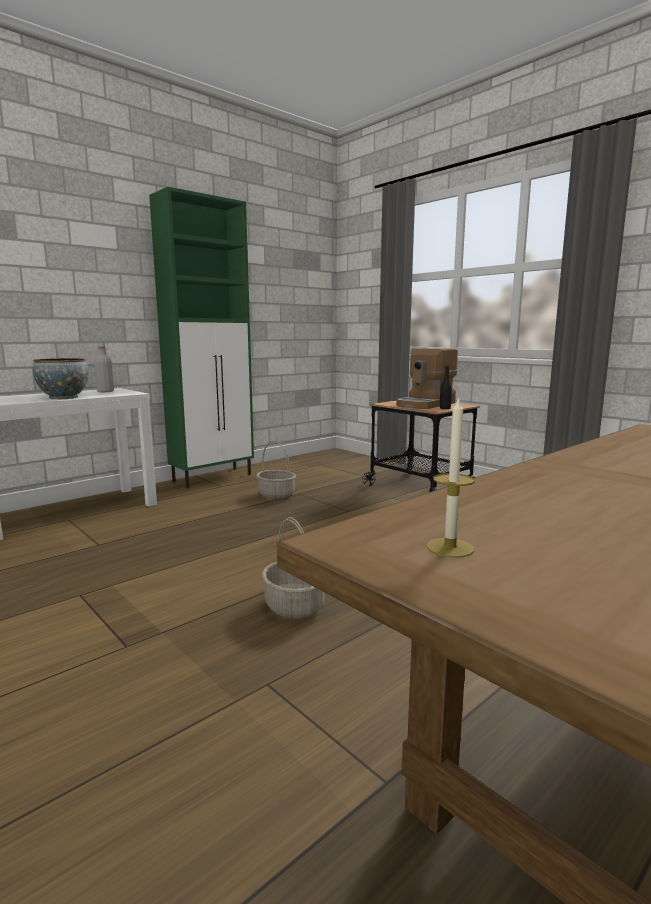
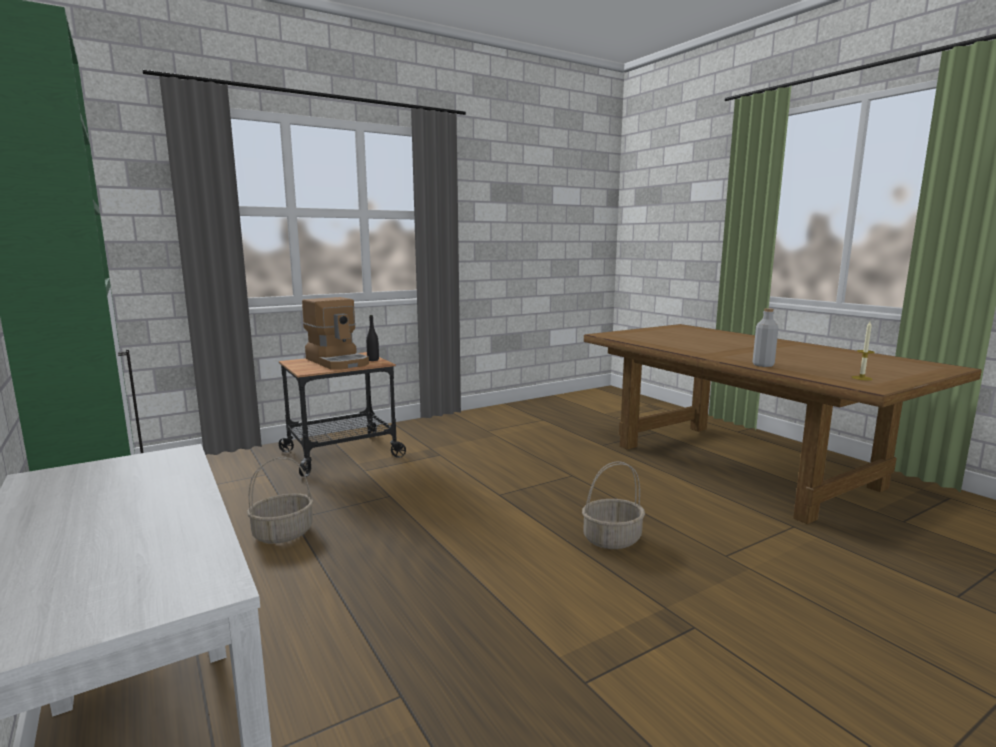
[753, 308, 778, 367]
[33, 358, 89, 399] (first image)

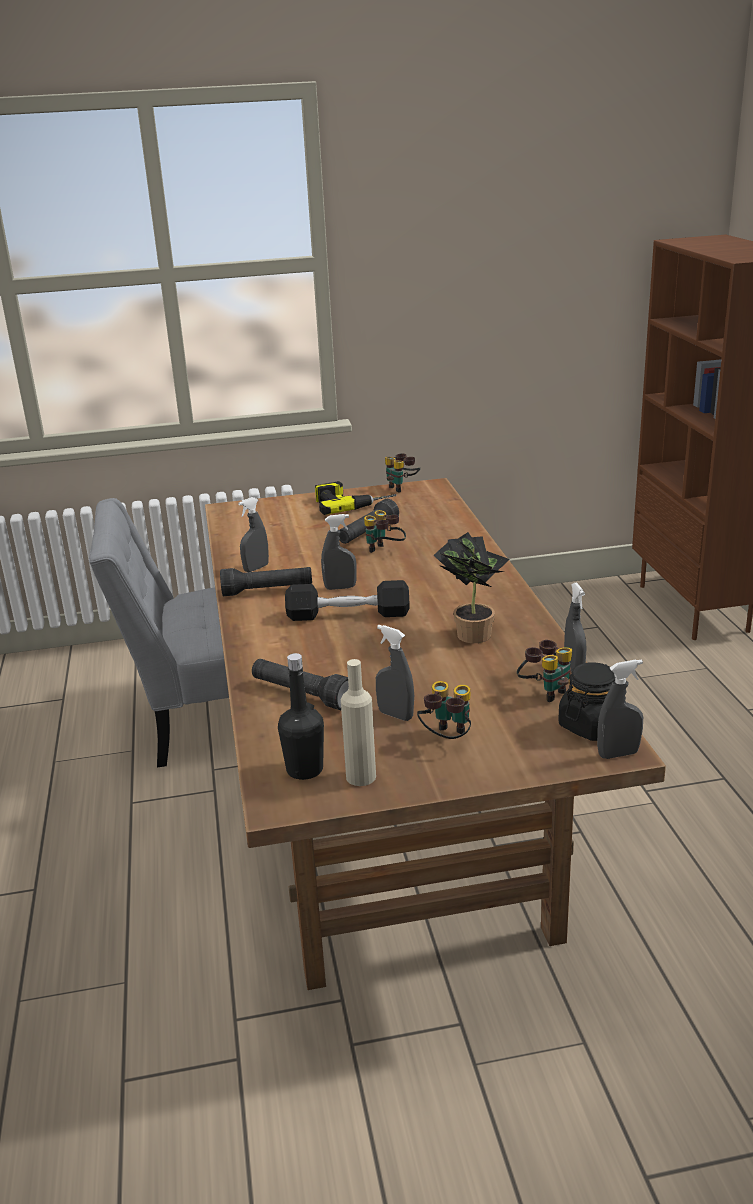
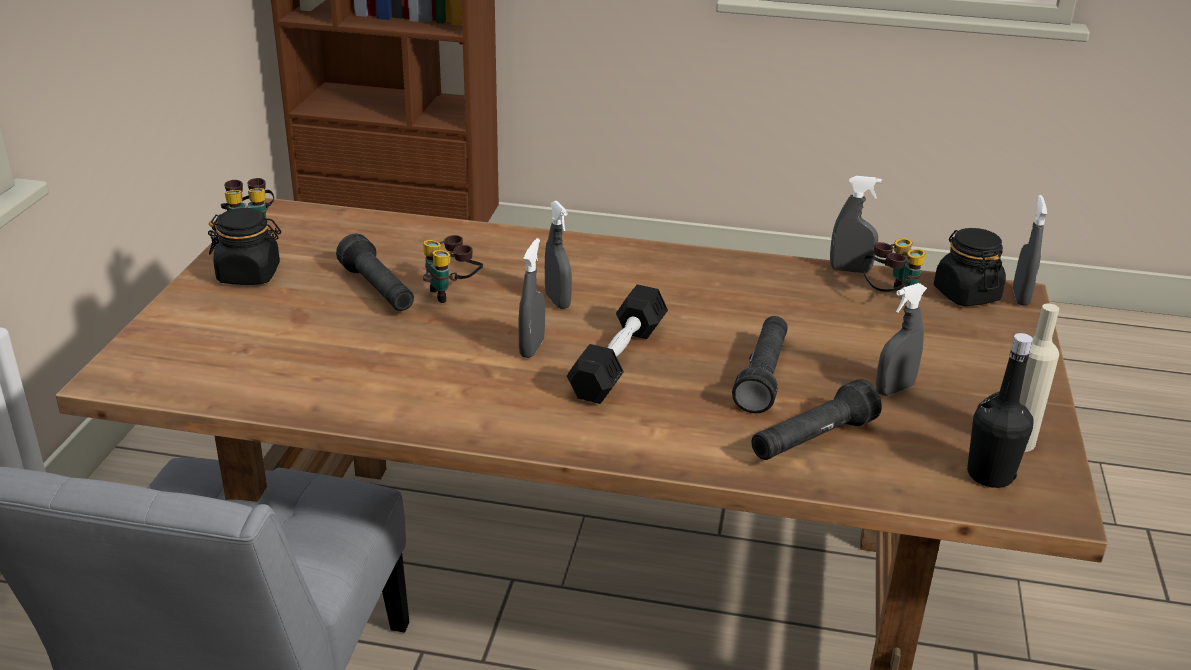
[208, 208, 281, 285]
[545, 201, 572, 309]
[732, 316, 788, 413]
[417, 681, 471, 739] (first image)
[434, 532, 510, 643] (first image)

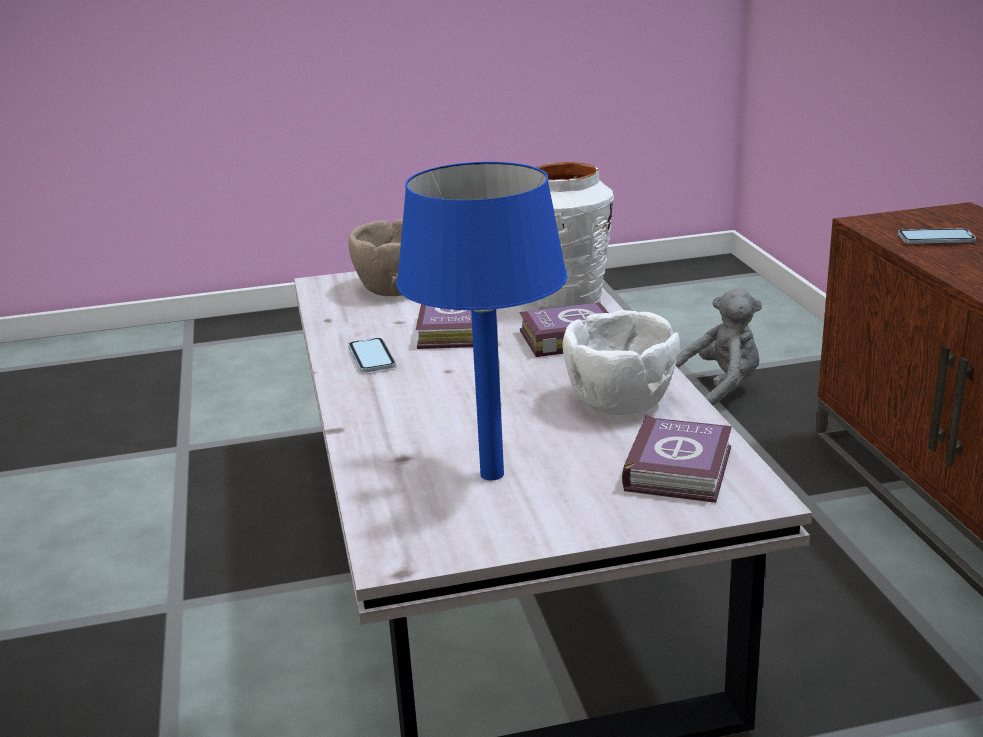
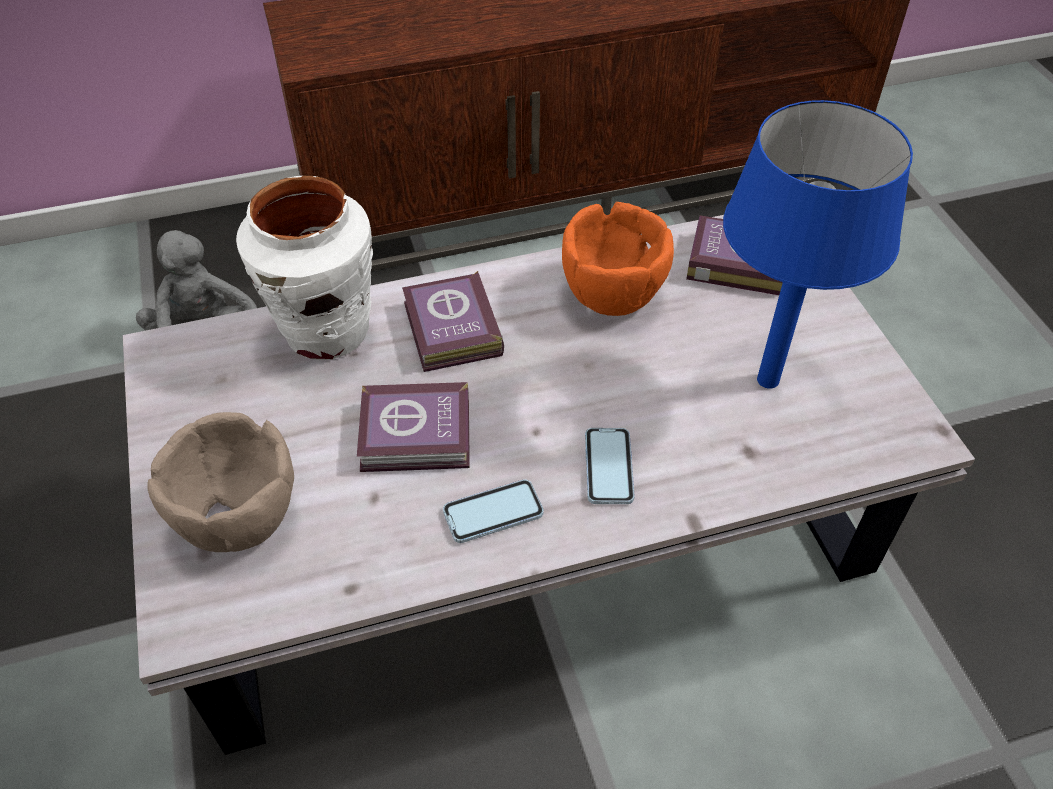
[562, 202, 674, 316]
[585, 428, 635, 504]

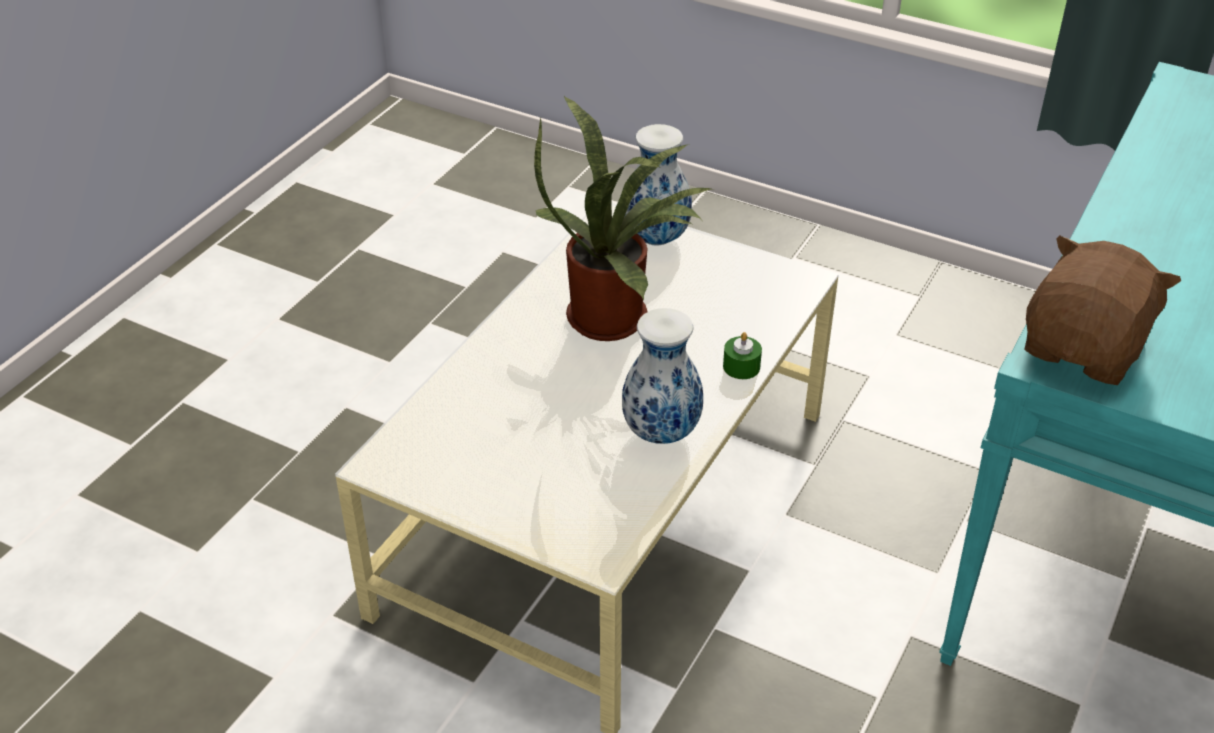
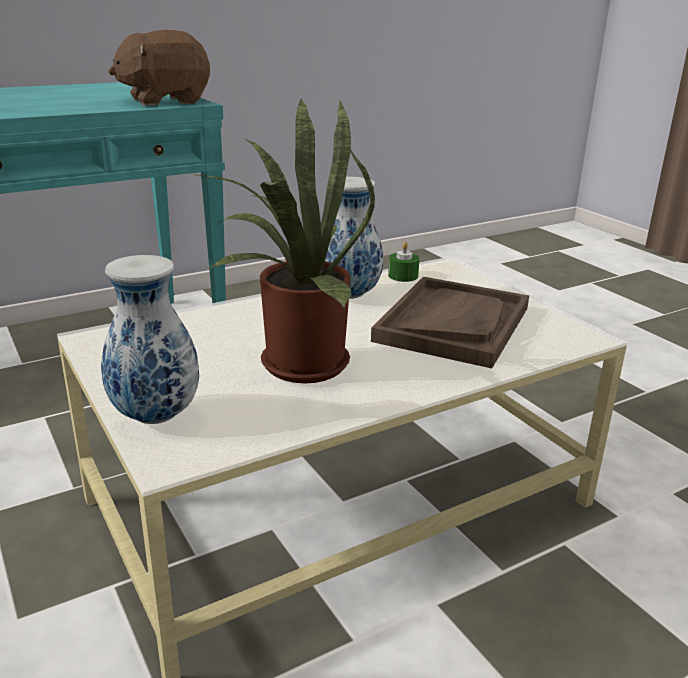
[371, 277, 529, 368]
[388, 242, 420, 282]

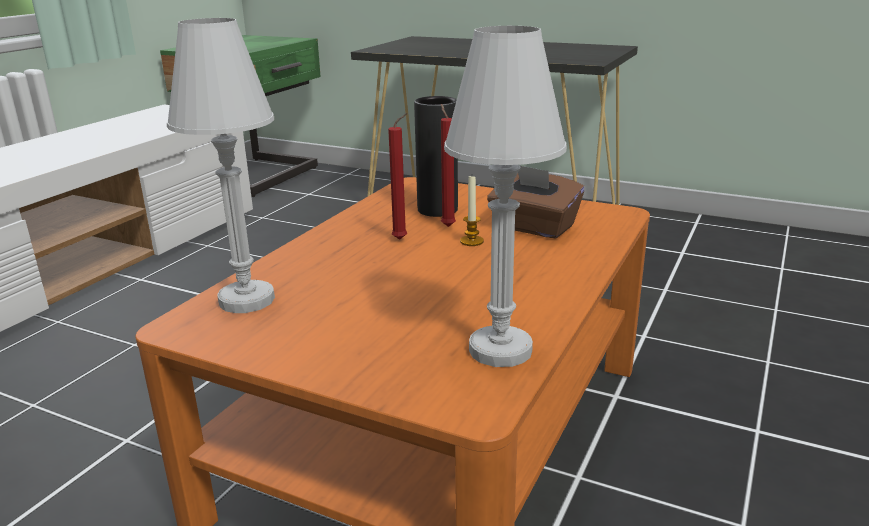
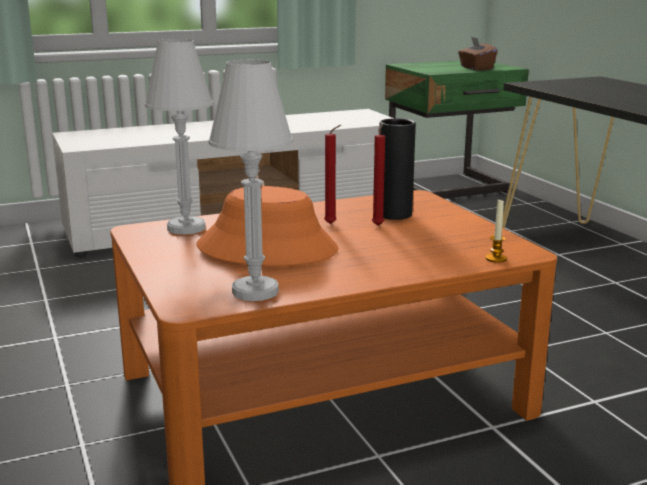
[197, 186, 338, 266]
[458, 37, 497, 70]
[485, 199, 507, 263]

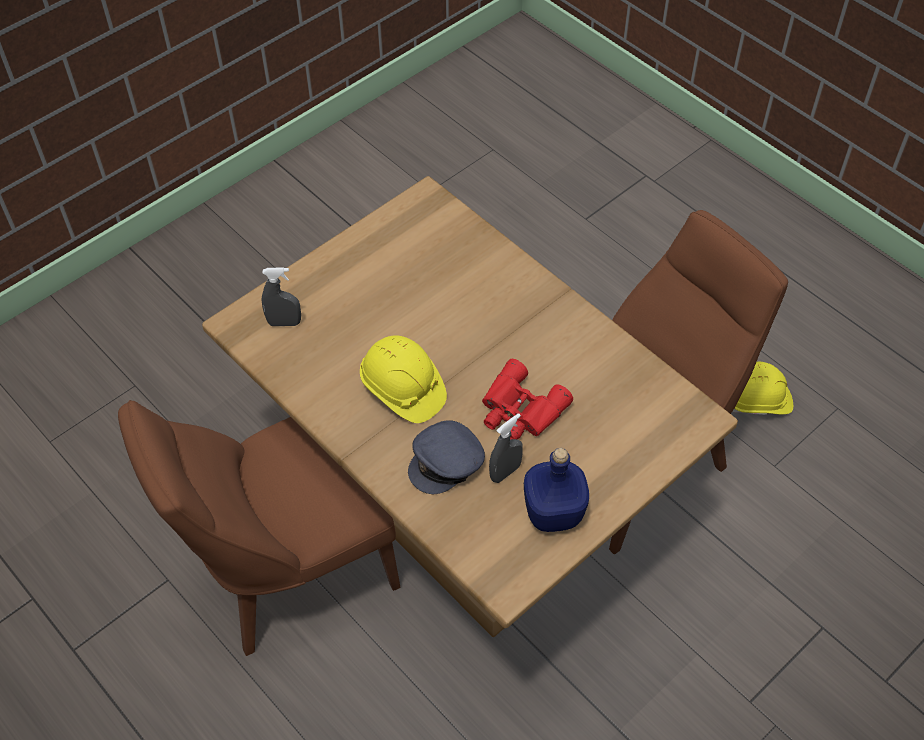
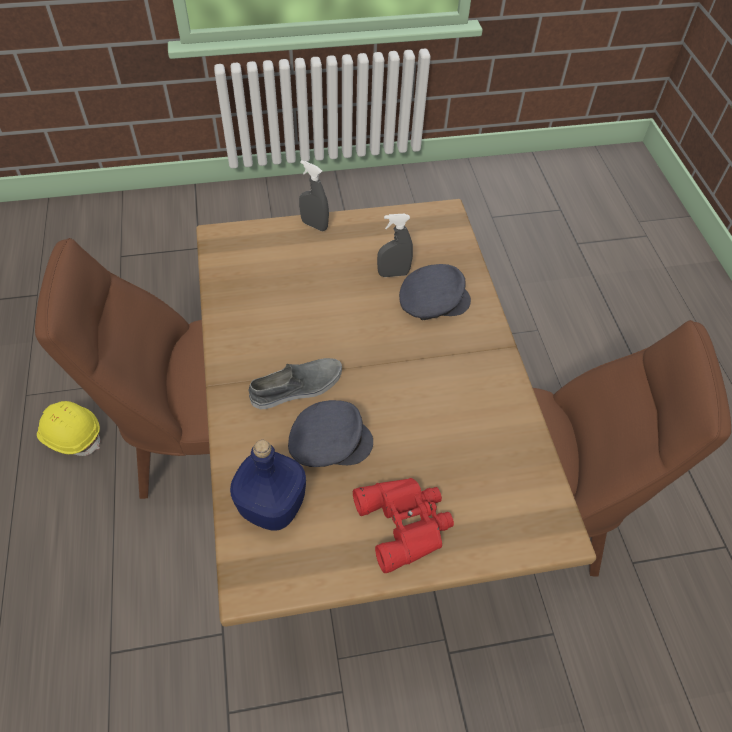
[230, 440, 306, 531]
[248, 358, 342, 410]
[288, 400, 373, 467]
[299, 160, 329, 231]
[353, 478, 454, 573]
[360, 335, 447, 423] (first image)

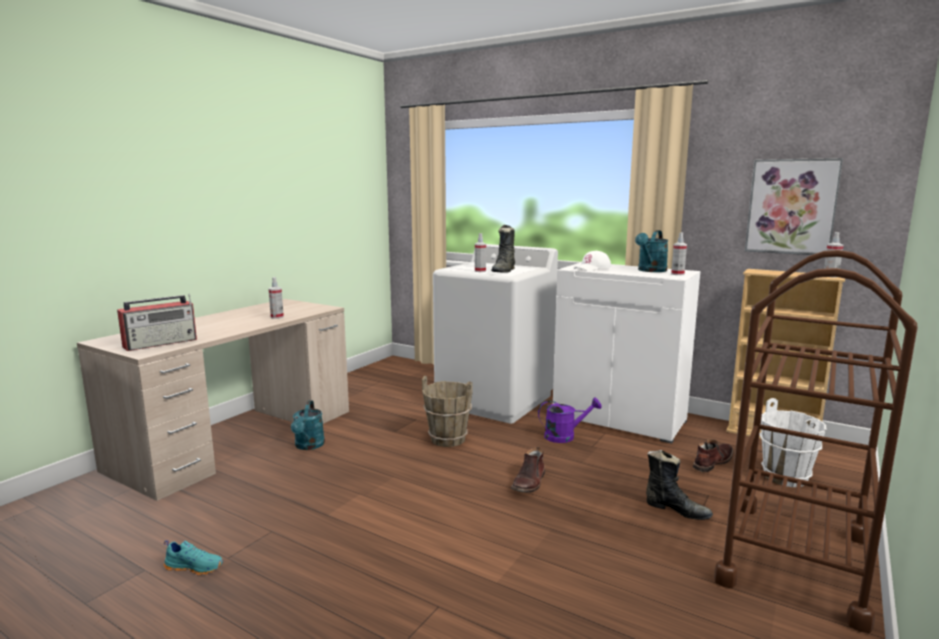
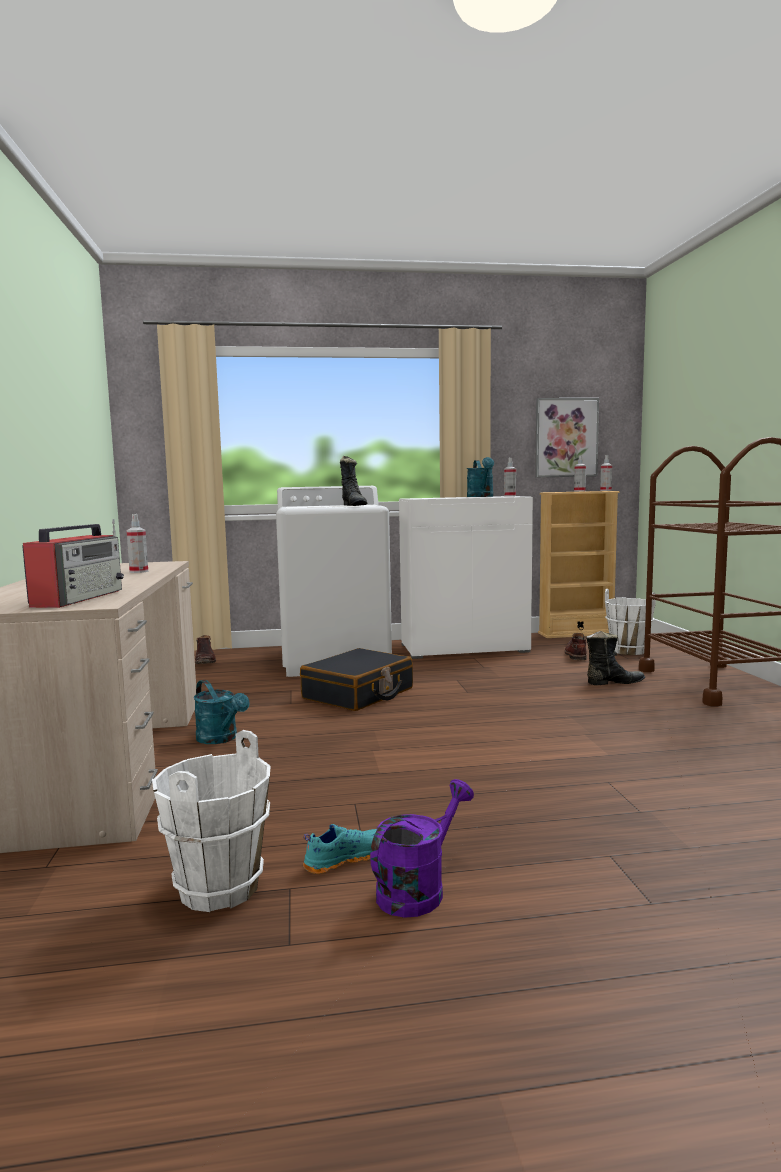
[152, 730, 271, 912]
[195, 635, 216, 664]
[300, 648, 413, 711]
[370, 779, 474, 918]
[574, 455, 586, 492]
[574, 251, 611, 271] (first image)

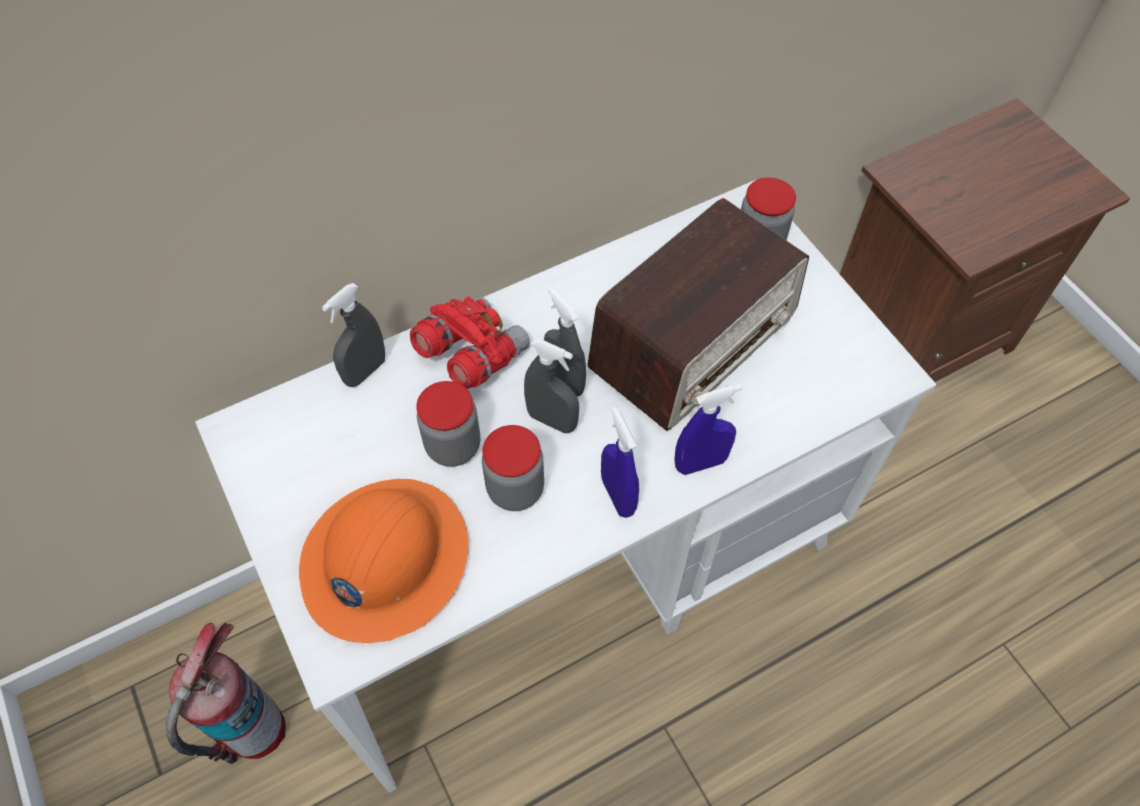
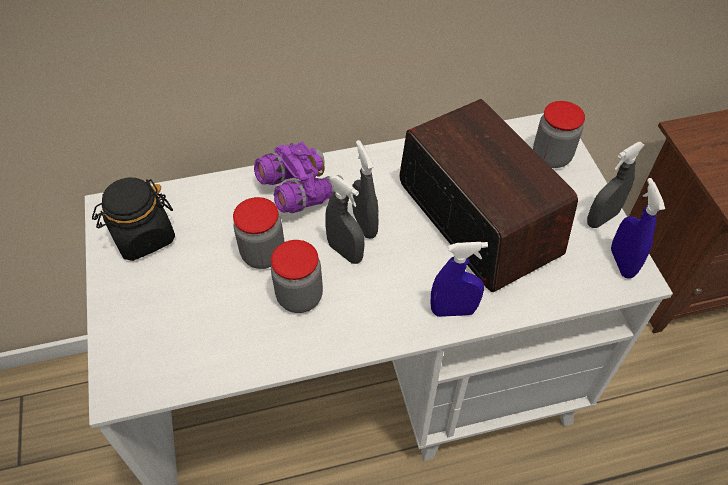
[92, 178, 175, 261]
[254, 142, 344, 213]
[399, 99, 578, 292]
[587, 142, 645, 228]
[611, 178, 665, 279]
[166, 622, 286, 764] (first image)
[299, 479, 468, 643] (first image)

